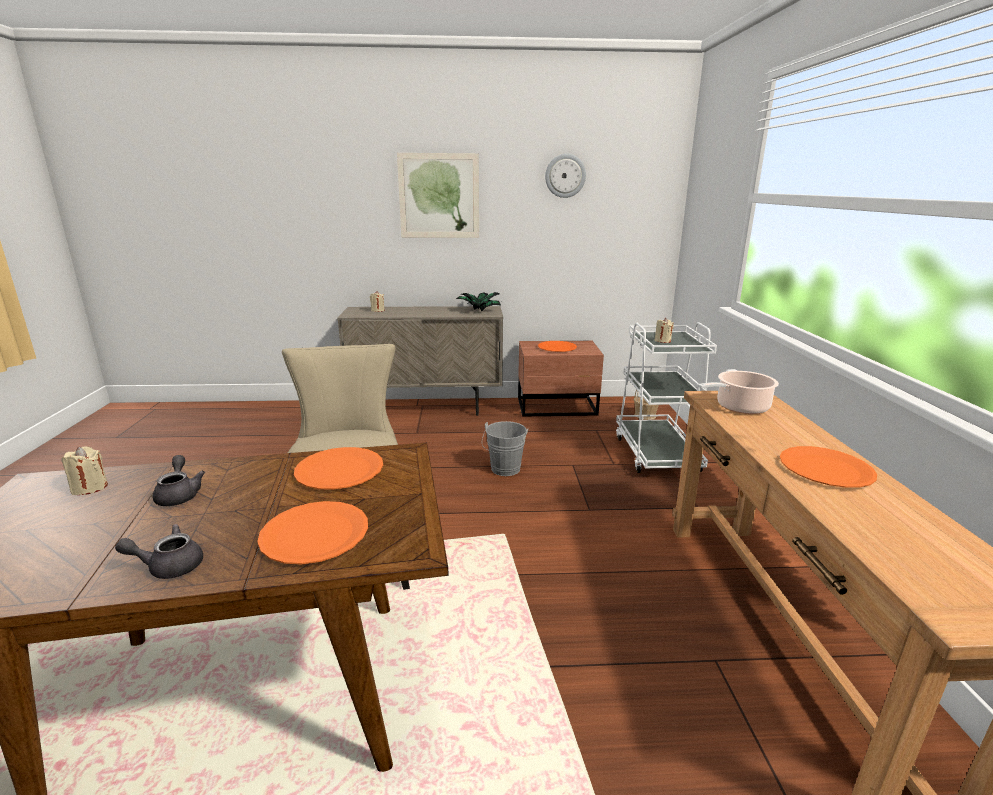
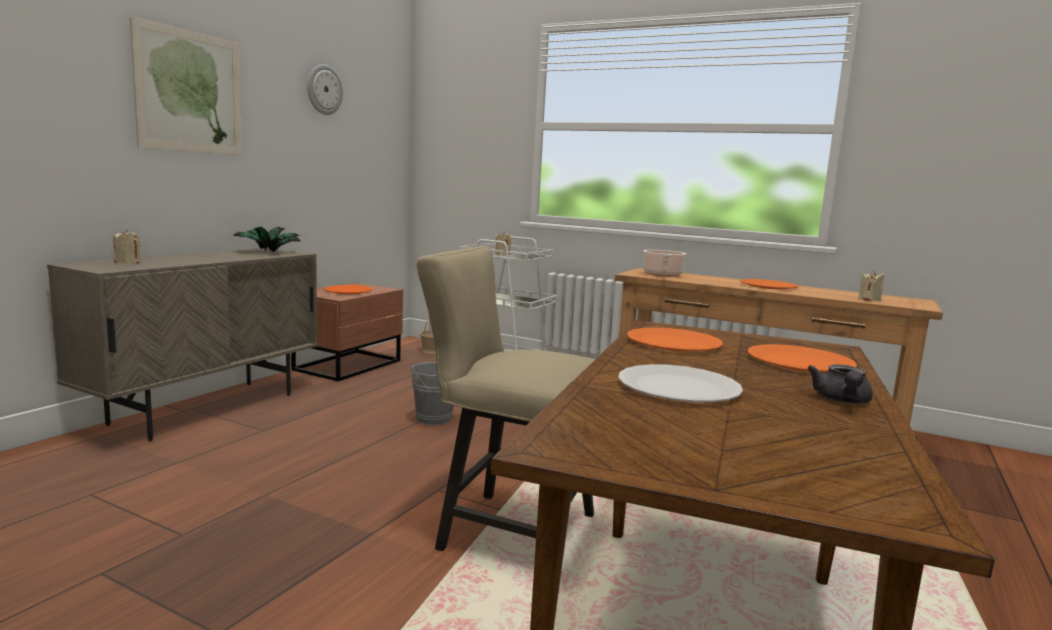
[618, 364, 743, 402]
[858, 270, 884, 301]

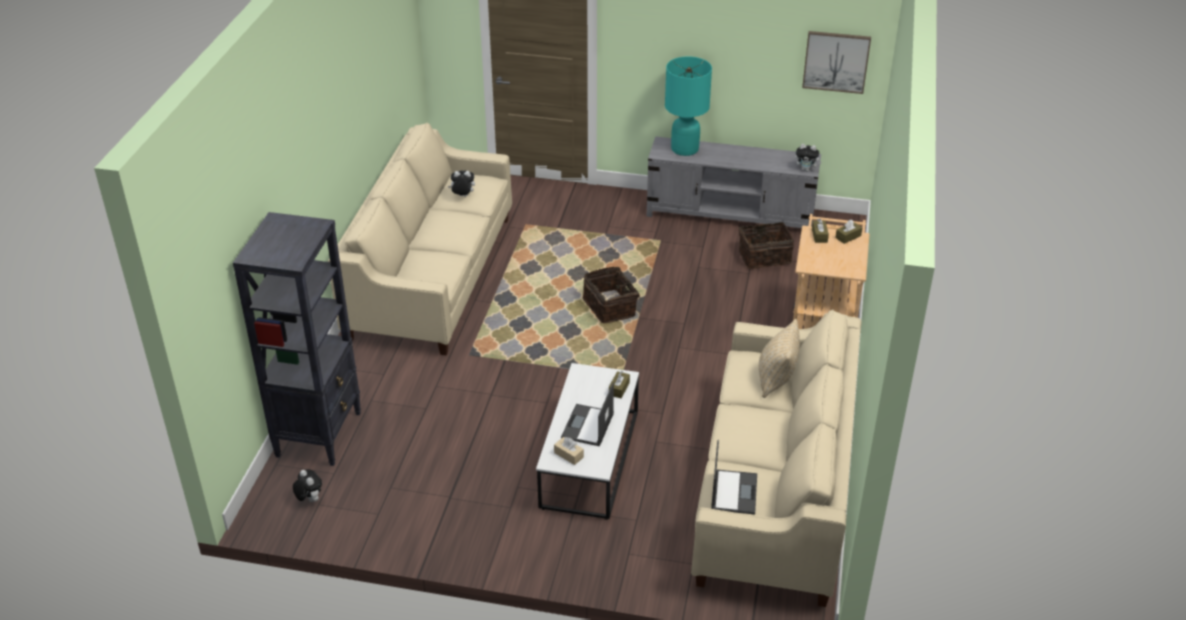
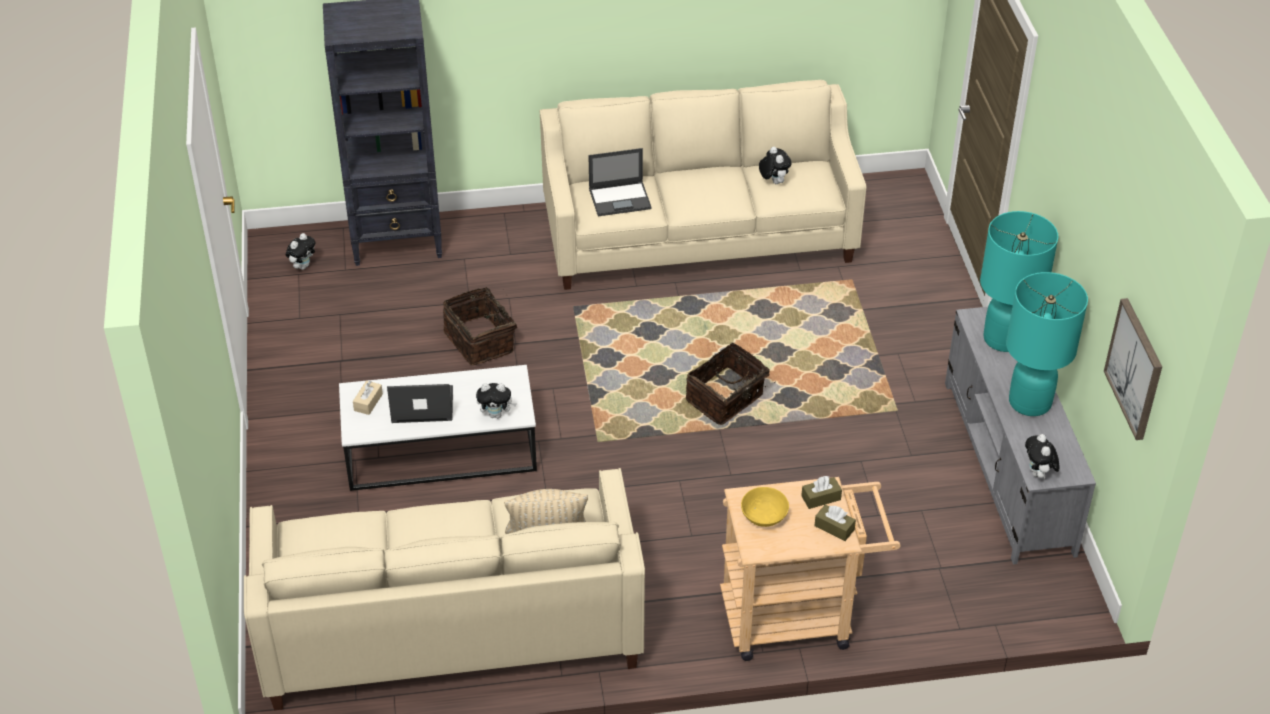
[443, 287, 517, 365]
[476, 383, 517, 418]
[588, 148, 652, 216]
[741, 487, 789, 527]
[1006, 272, 1088, 416]

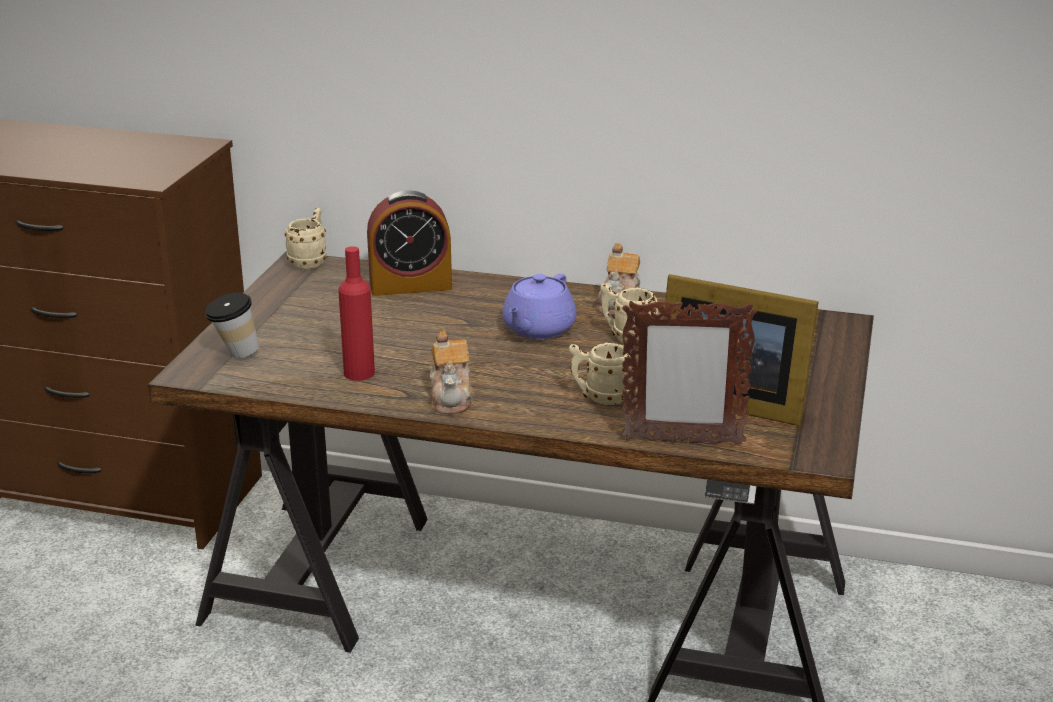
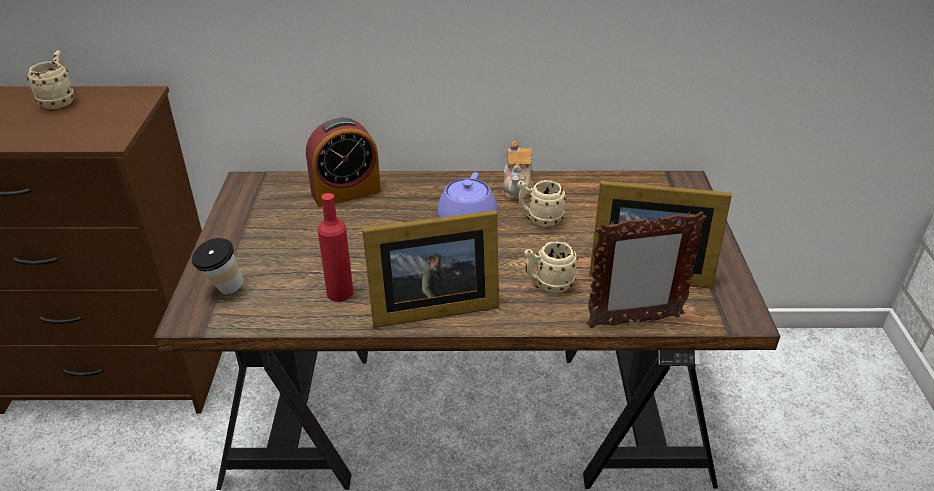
[27, 51, 74, 109]
[362, 210, 499, 328]

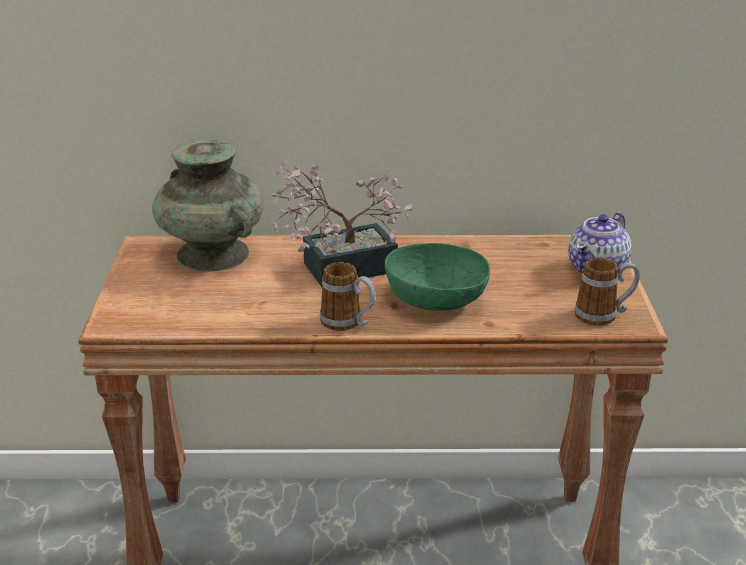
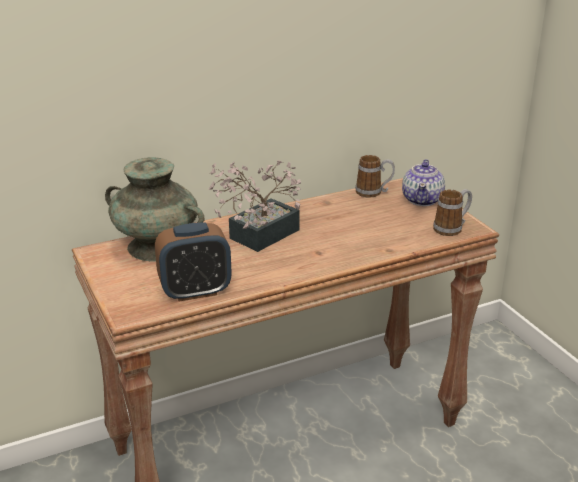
[155, 223, 232, 302]
[356, 155, 395, 198]
[385, 243, 490, 311] (first image)

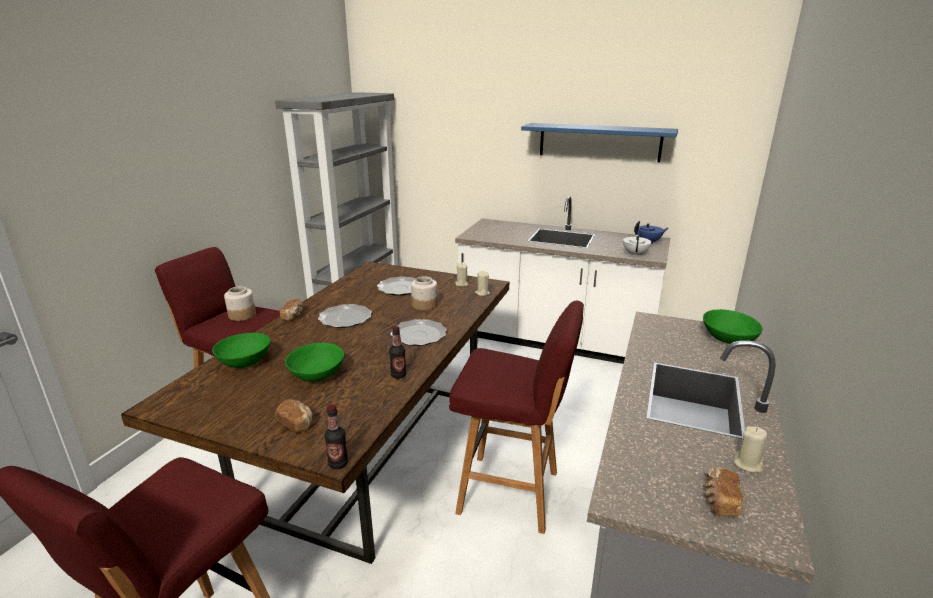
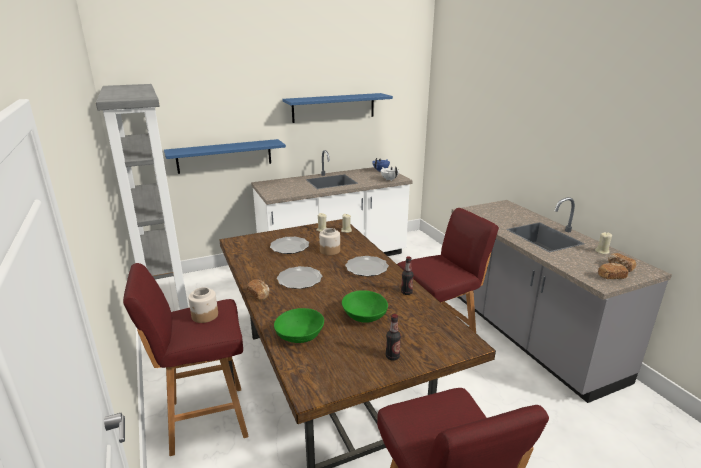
[164, 139, 286, 174]
[386, 314, 401, 361]
[598, 263, 628, 279]
[703, 309, 763, 344] (first image)

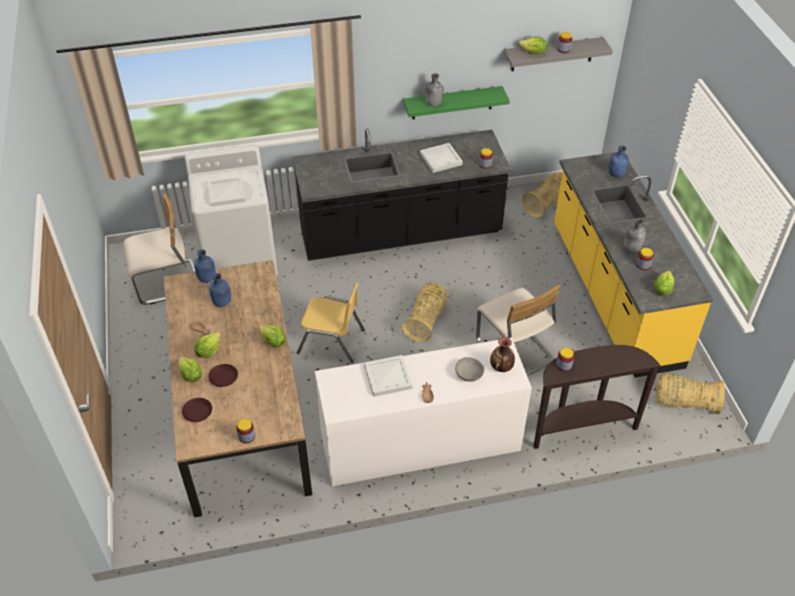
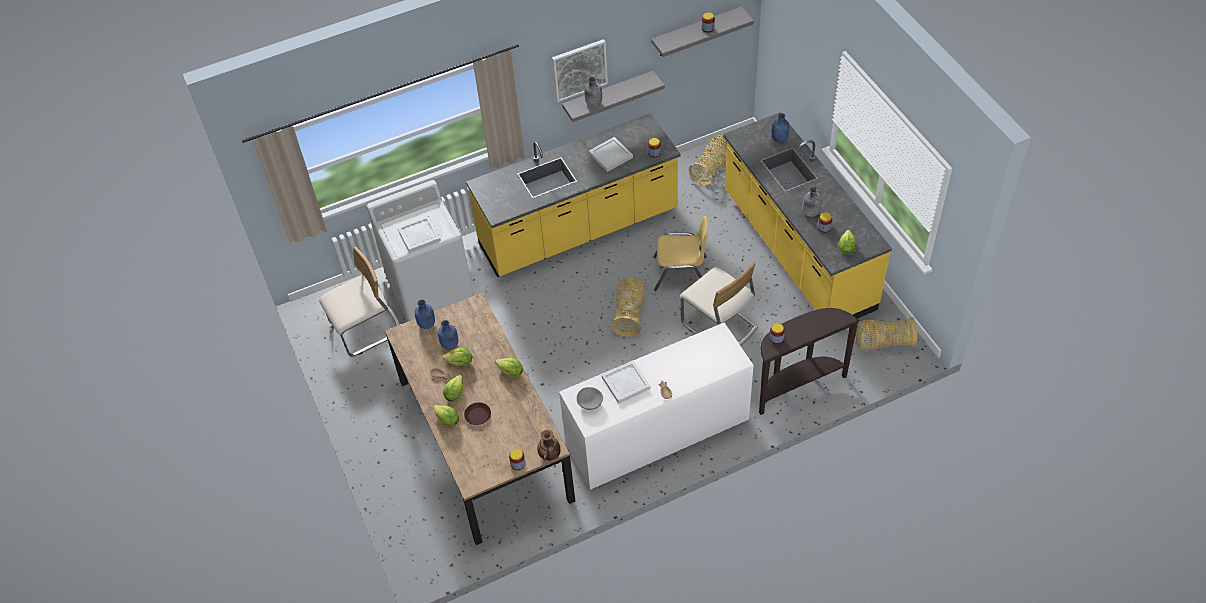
[442, 348, 472, 366]
[466, 113, 681, 277]
[537, 430, 560, 461]
[552, 39, 608, 102]
[562, 70, 665, 122]
[577, 387, 603, 410]
[653, 216, 708, 291]
[182, 398, 212, 422] (first image)

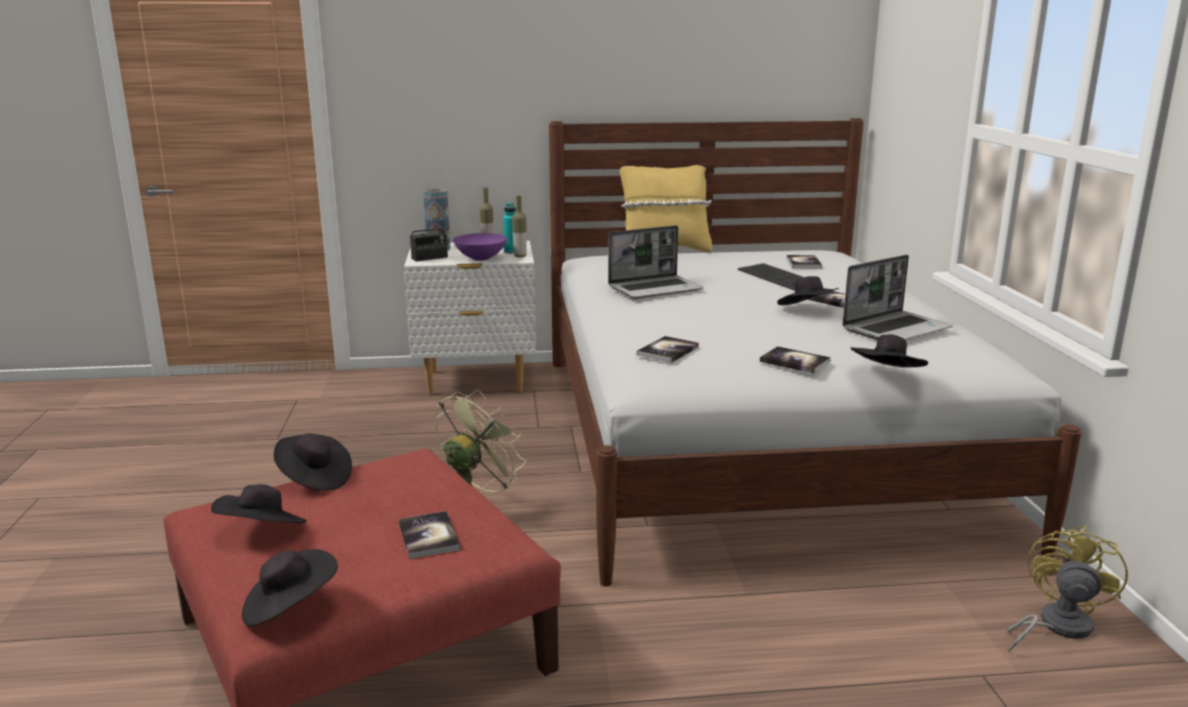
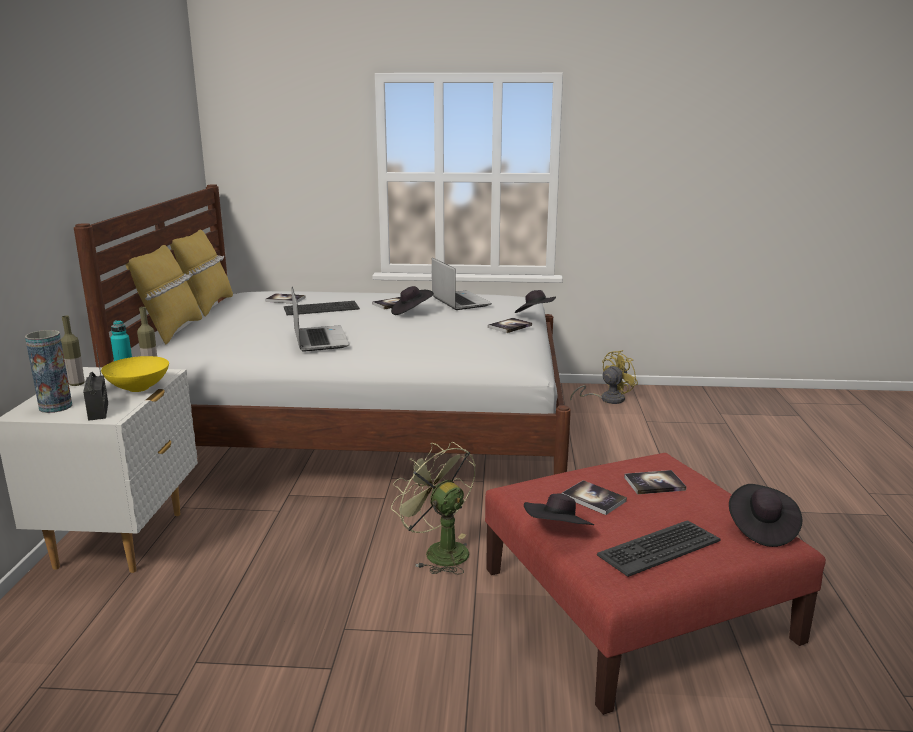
[101, 356, 169, 392]
[170, 230, 233, 316]
[562, 480, 627, 515]
[570, 350, 638, 404]
[597, 520, 721, 577]

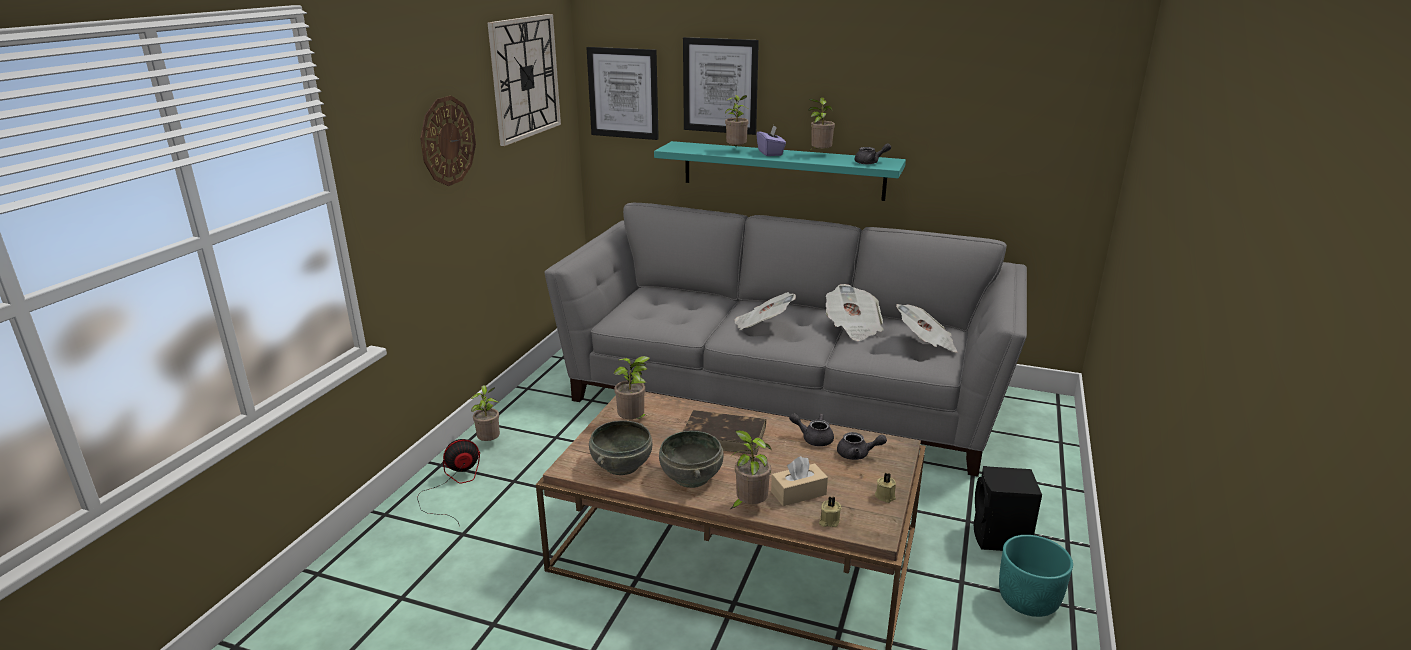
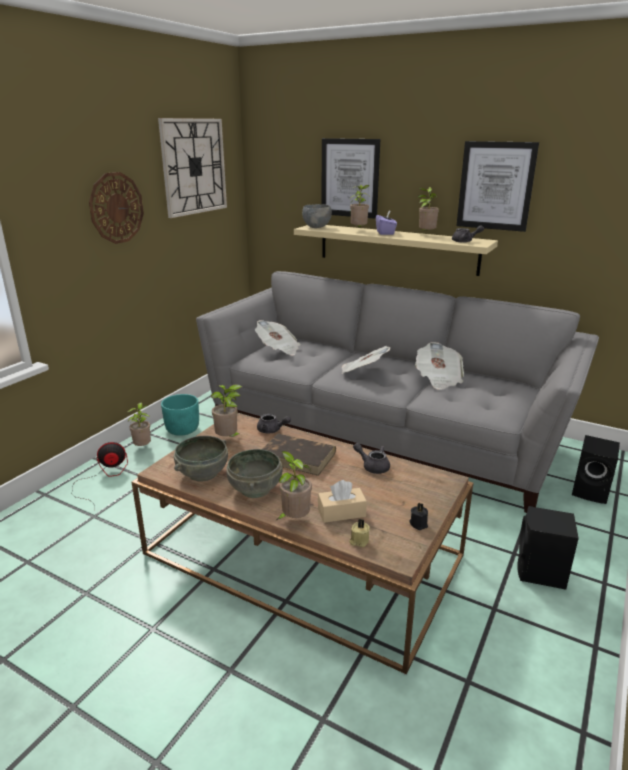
[161, 394, 199, 436]
[255, 320, 300, 356]
[257, 413, 291, 433]
[294, 225, 498, 276]
[302, 204, 332, 228]
[409, 503, 428, 530]
[457, 141, 539, 232]
[572, 435, 620, 504]

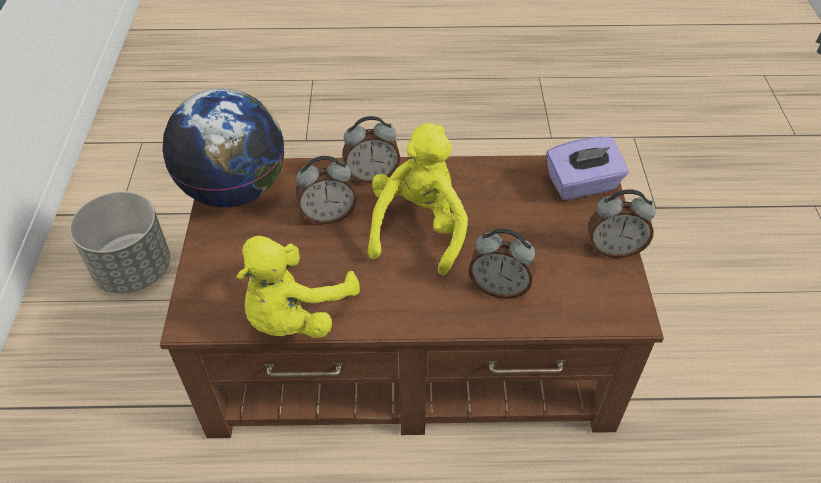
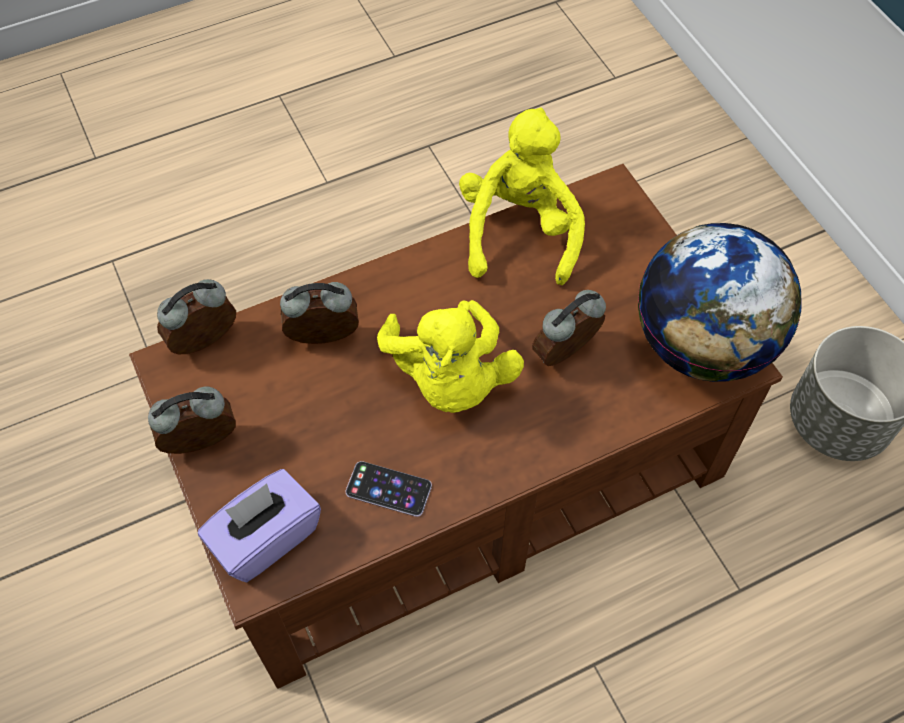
[157, 279, 236, 355]
[345, 461, 432, 517]

